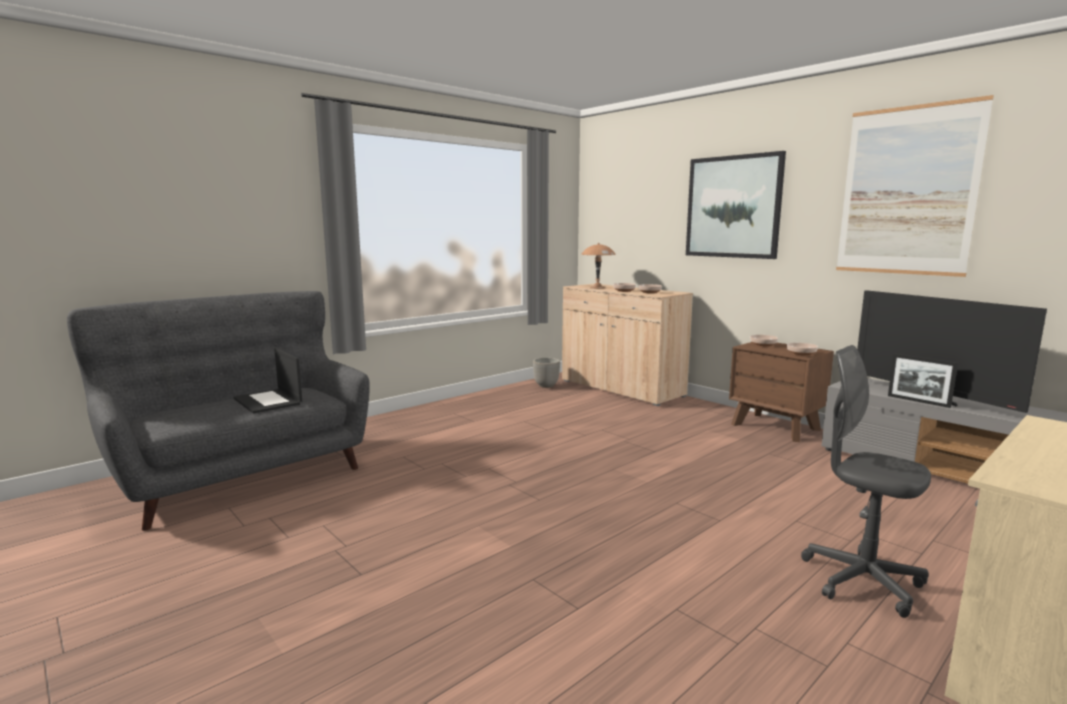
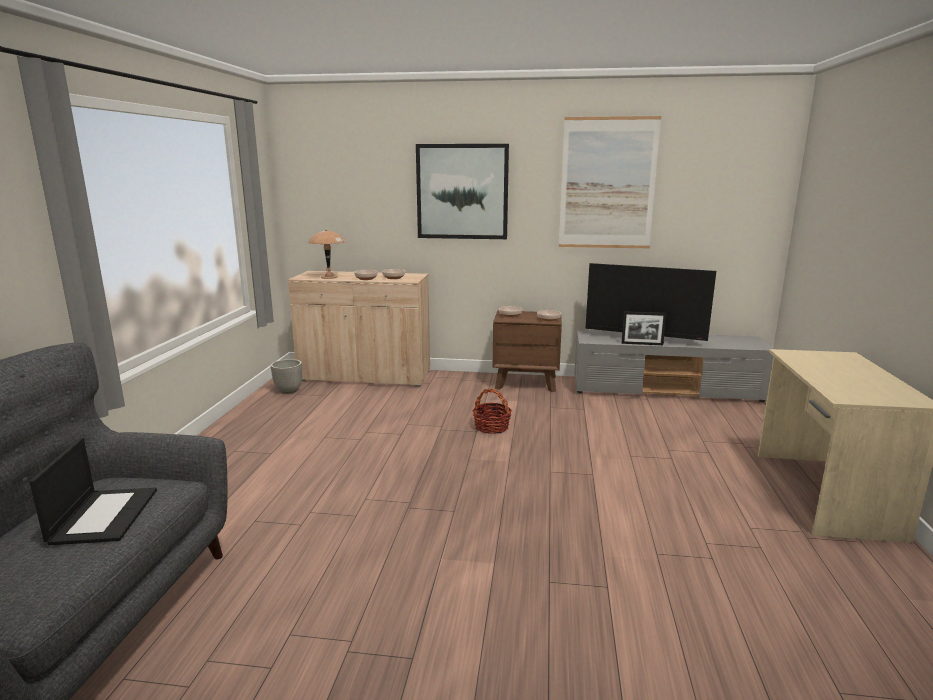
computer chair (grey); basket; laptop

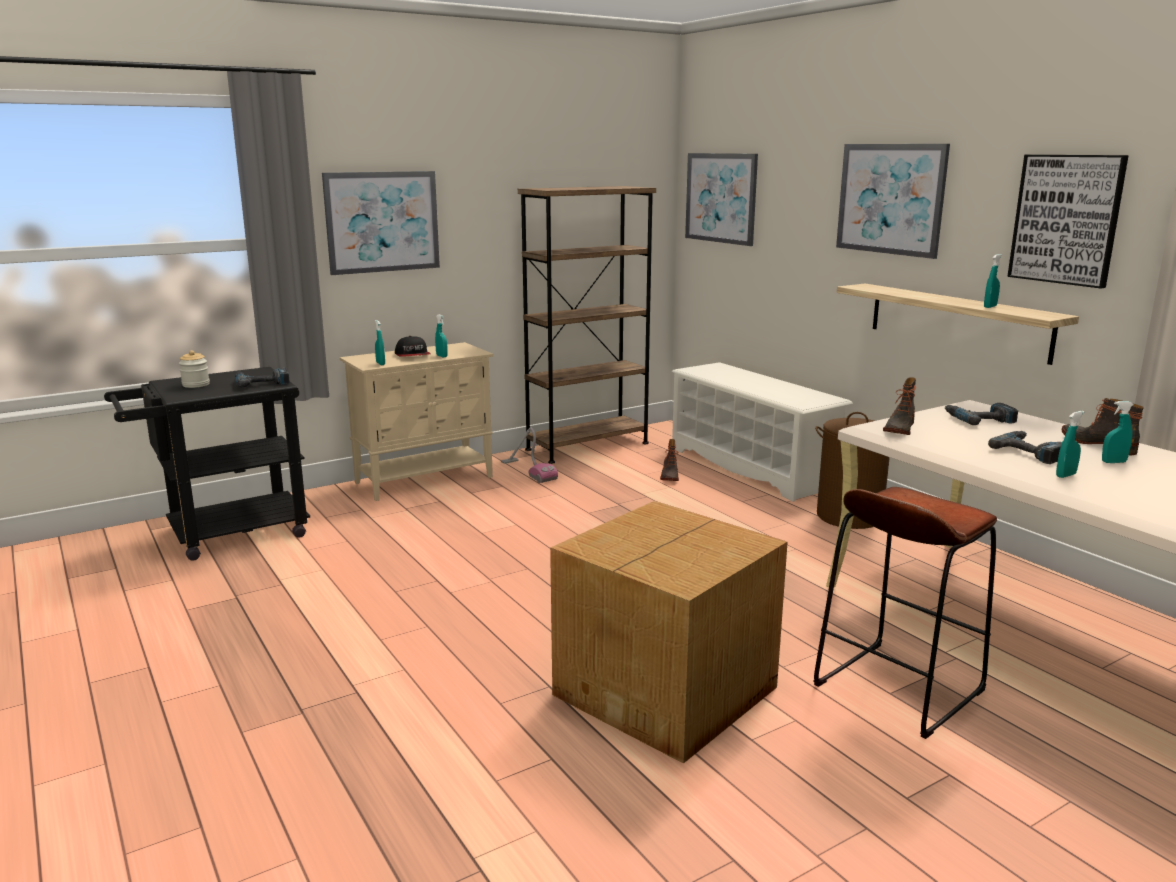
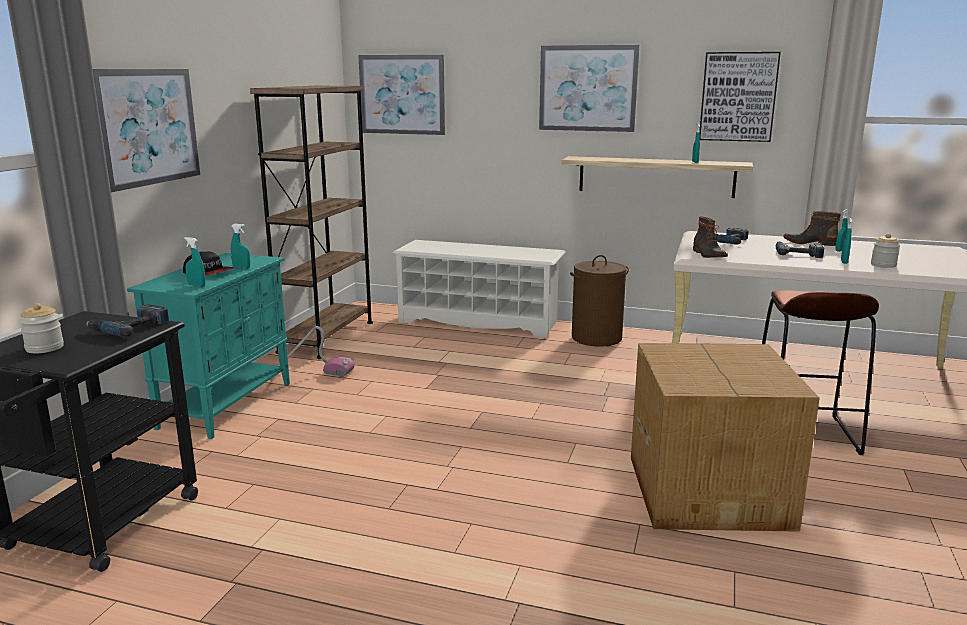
boot (1st from left in the first image); preserve jar (2nd from left); storage cabinet (turquoise-coloured)

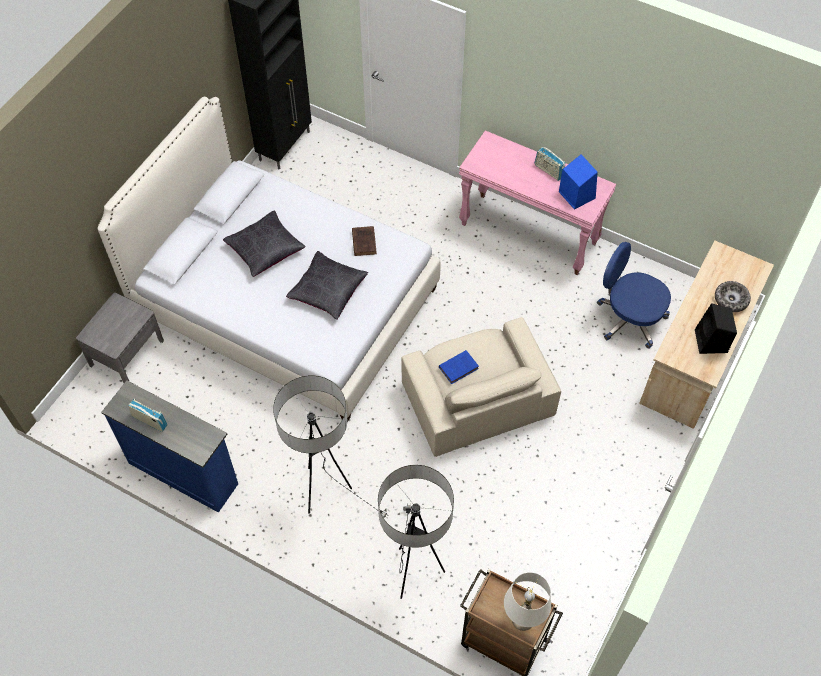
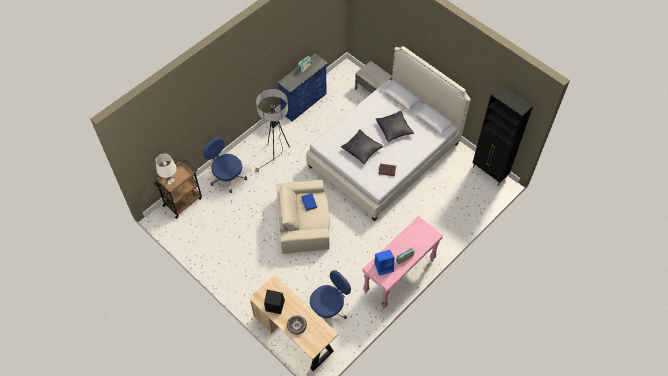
computer chair (bluish) (1st from left)

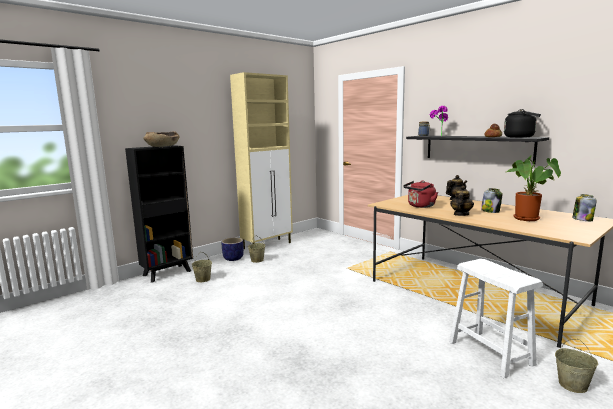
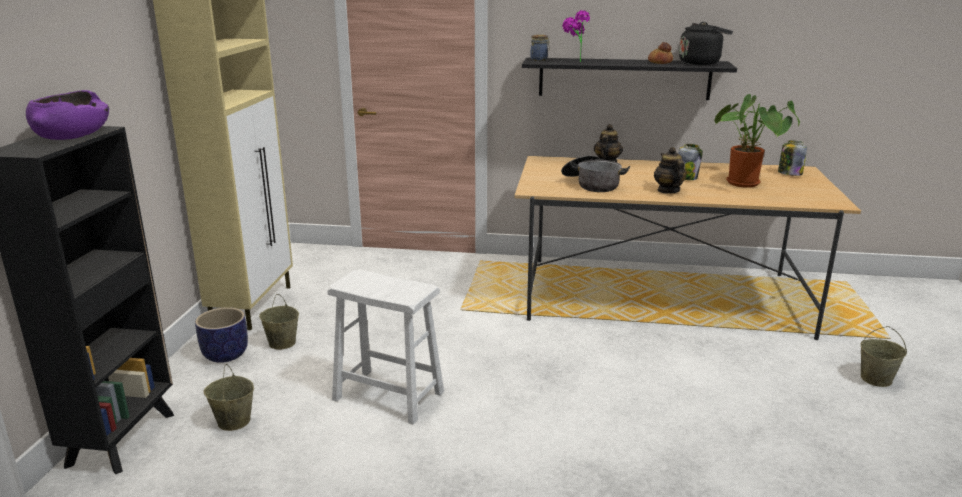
sitting stool (white-coloured); saucepot; serving bowl (purplish)

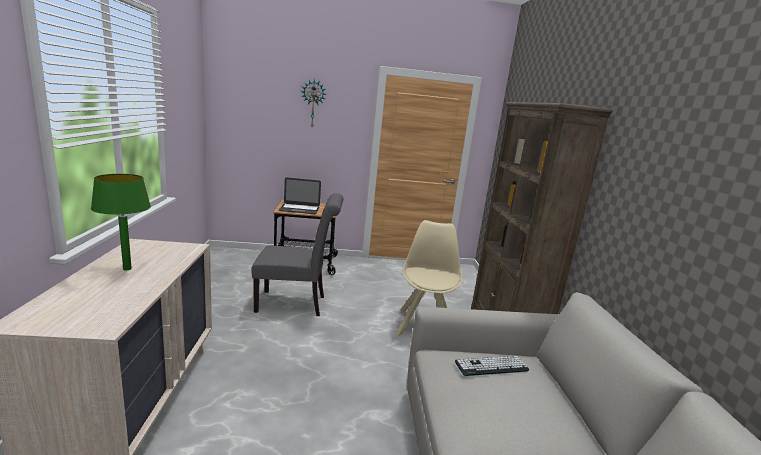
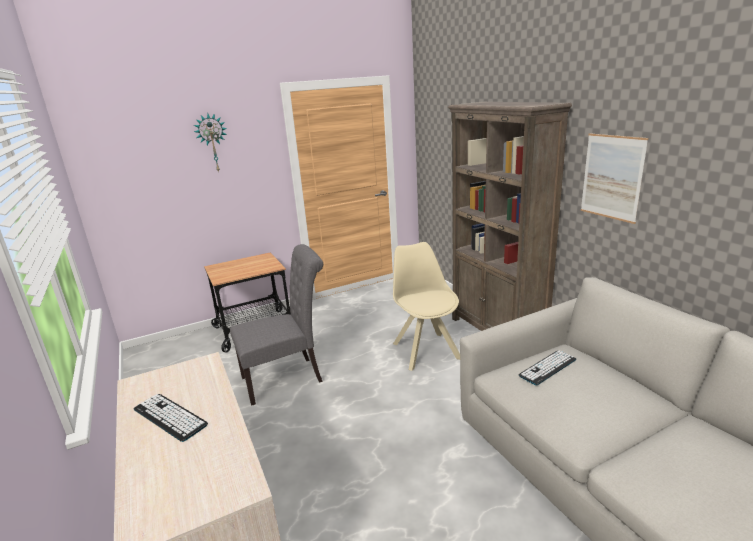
laptop; wall picture; computer keyboard (1st from left)

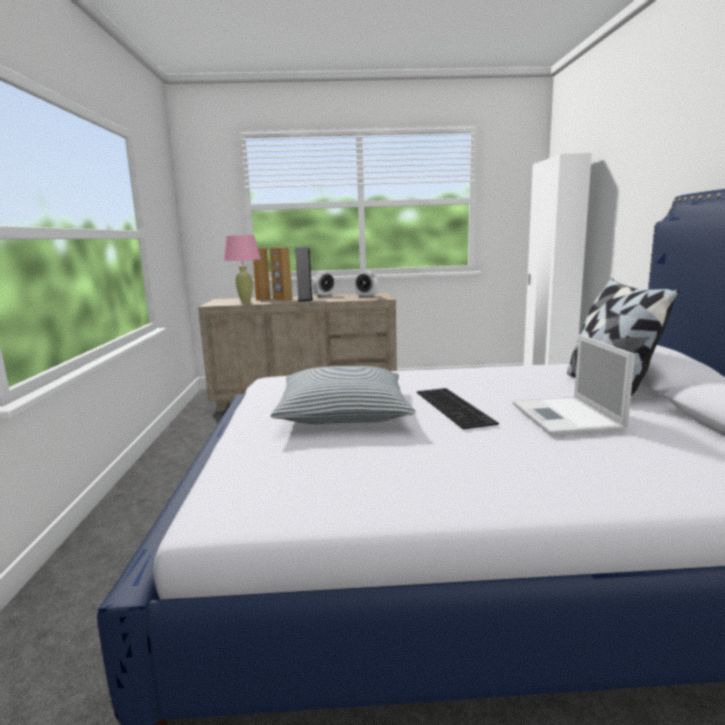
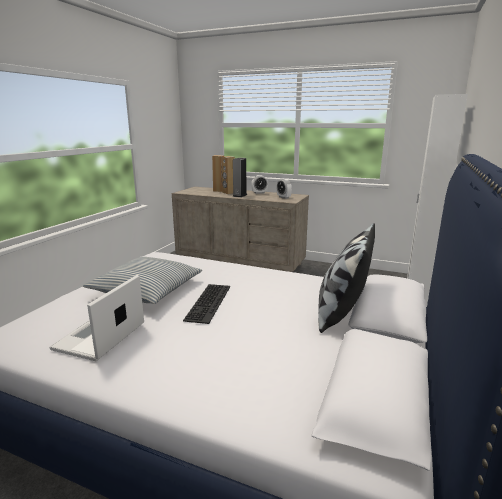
table lamp (pink-coloured); laptop

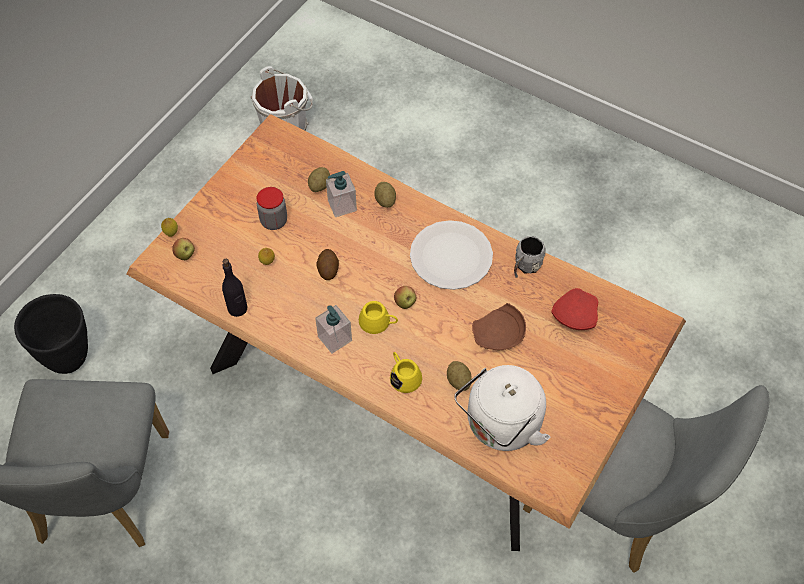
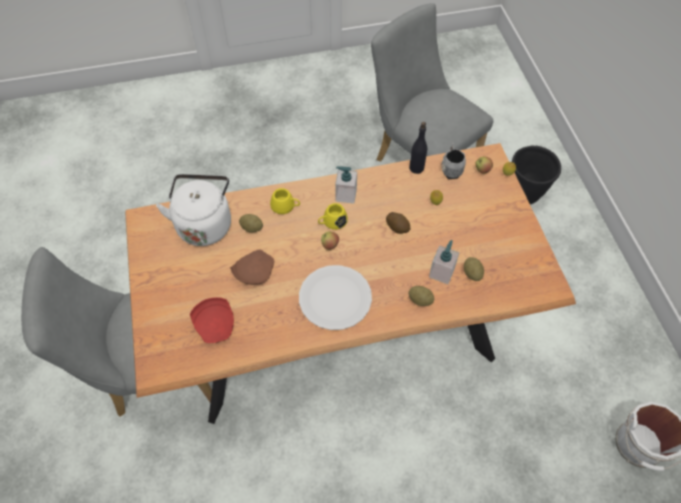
preserve jar; tea mug (grey)

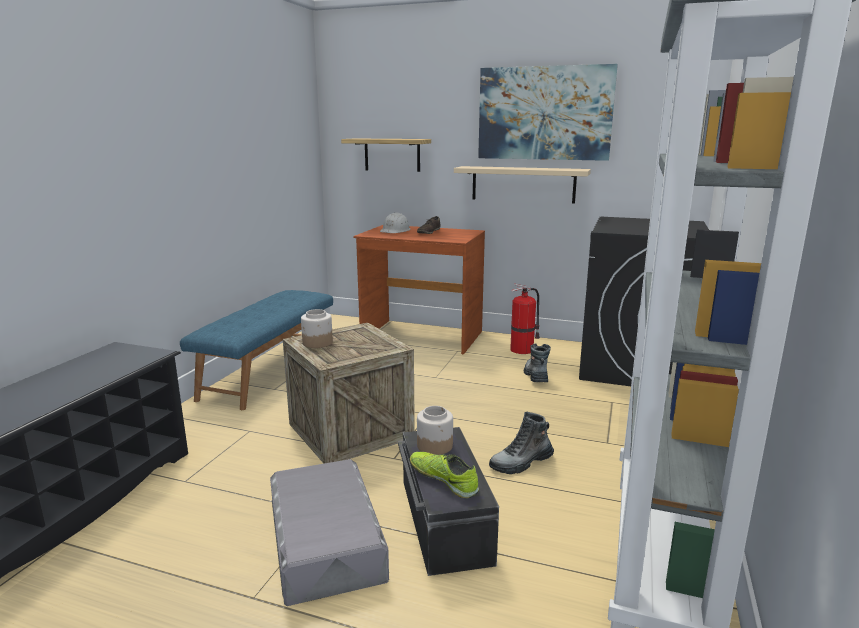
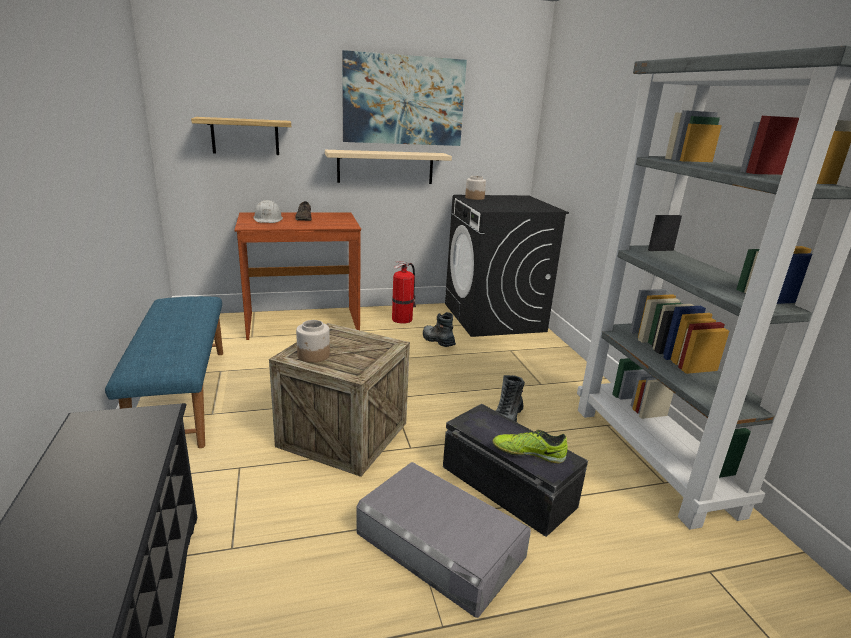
preserve jar (2nd from left)

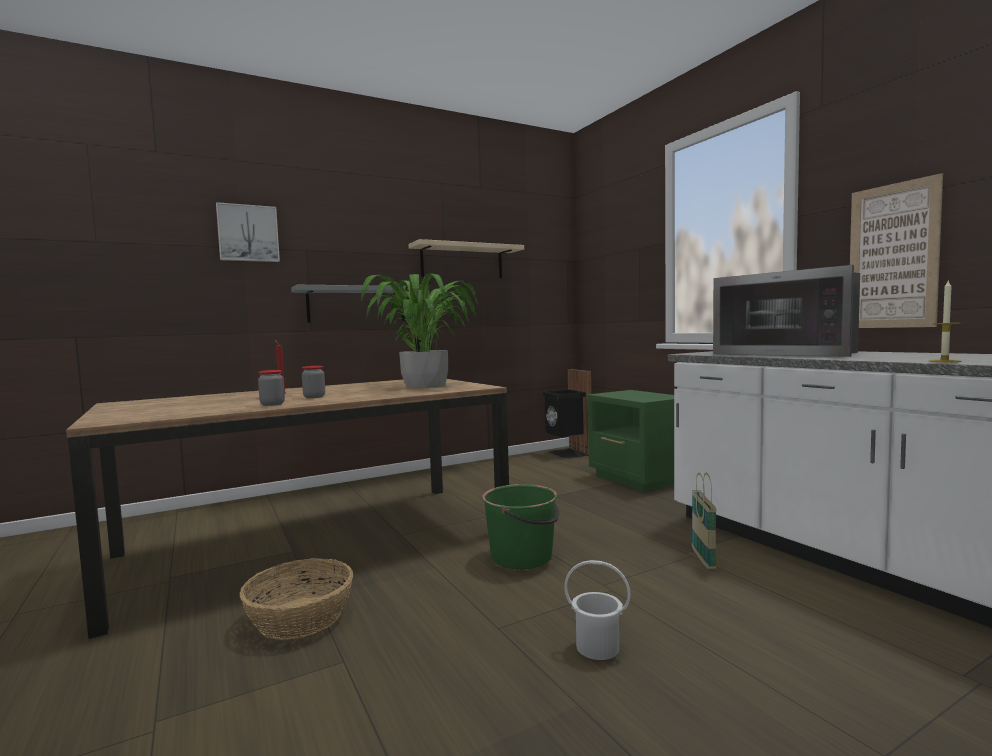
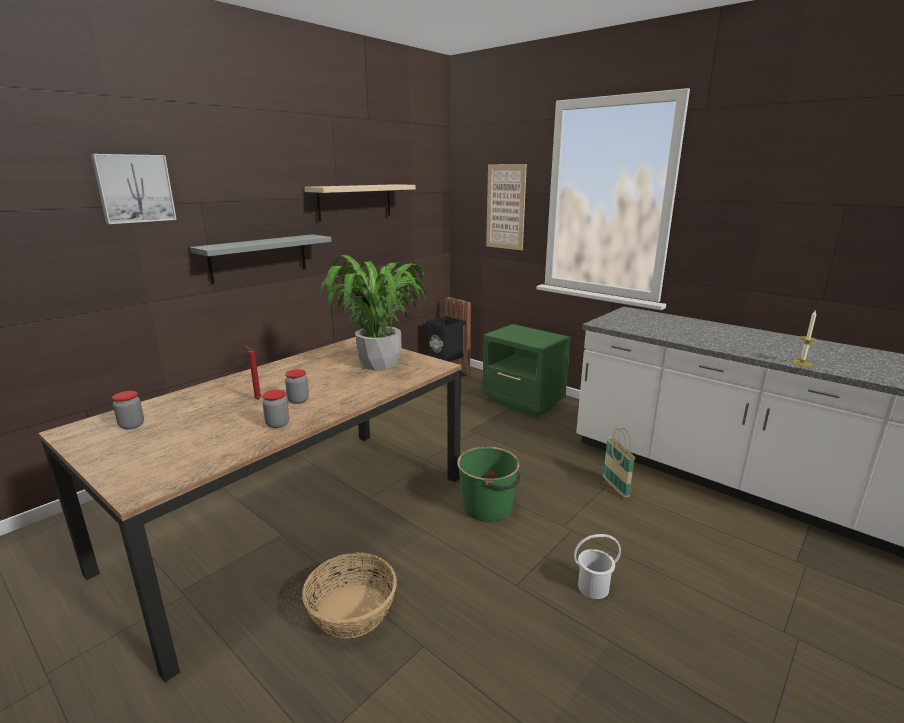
microwave; preserve jar (1st from left); wall picture (2nd from left)

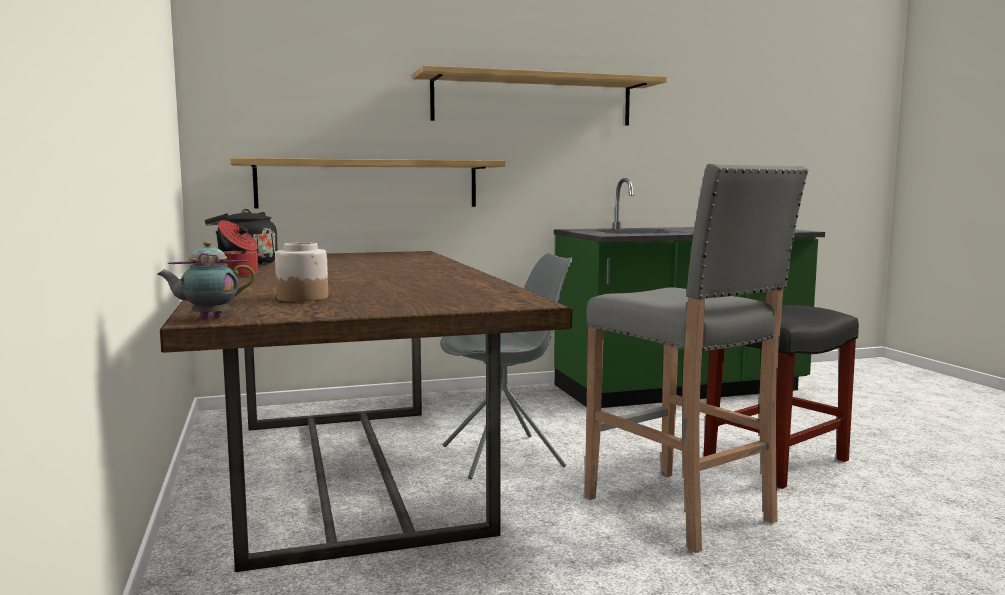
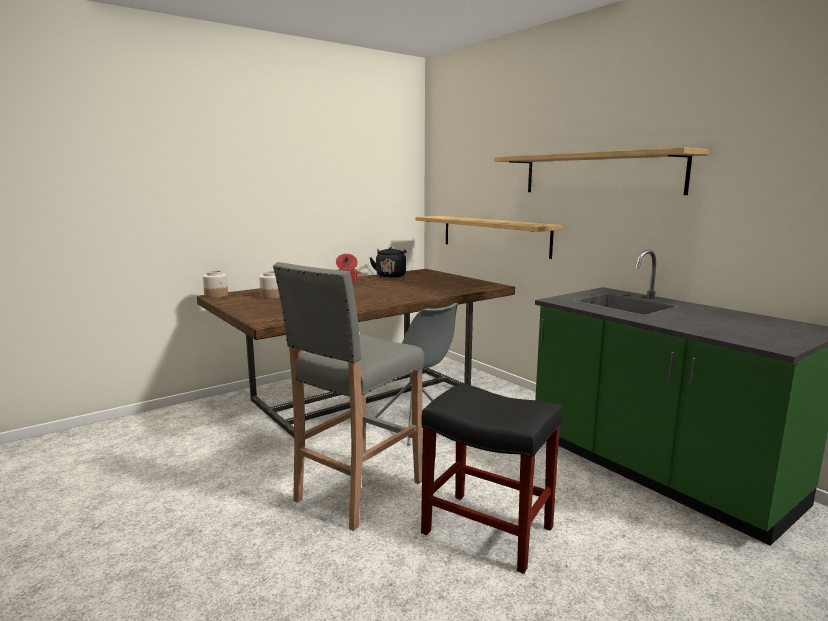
preserve jar (1st from left)

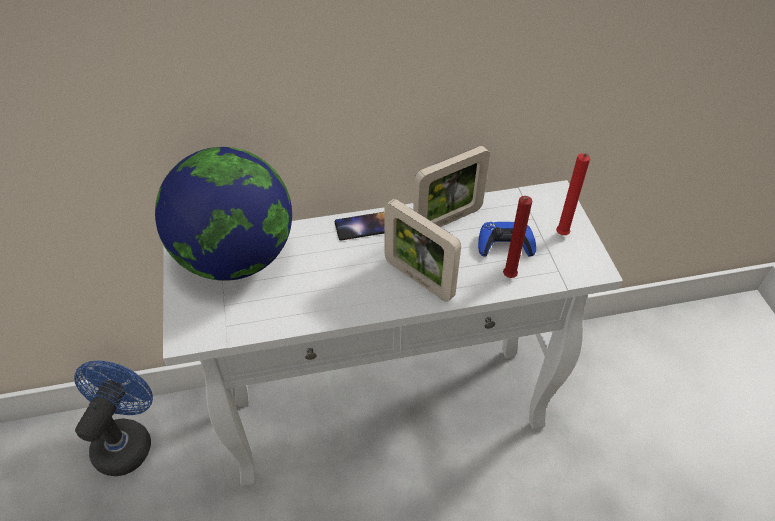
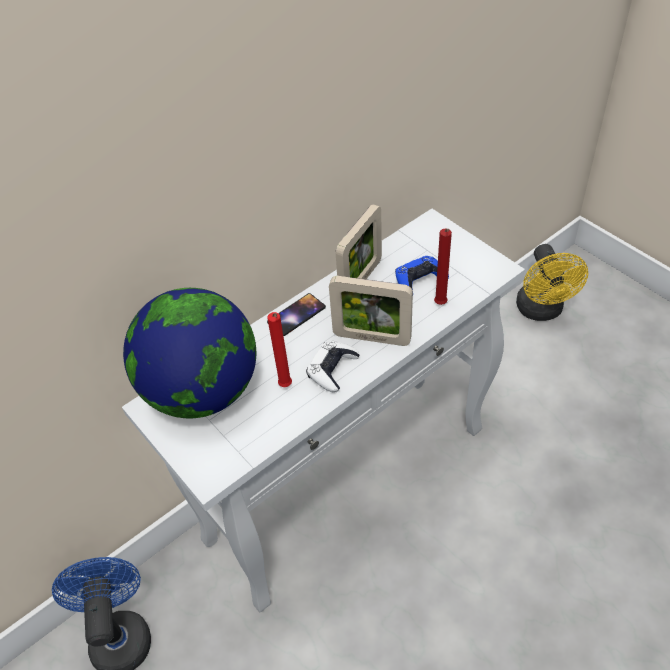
game controller (white-coloured); cooling fan (yellow); candle (red-coloured) (1st from left)

